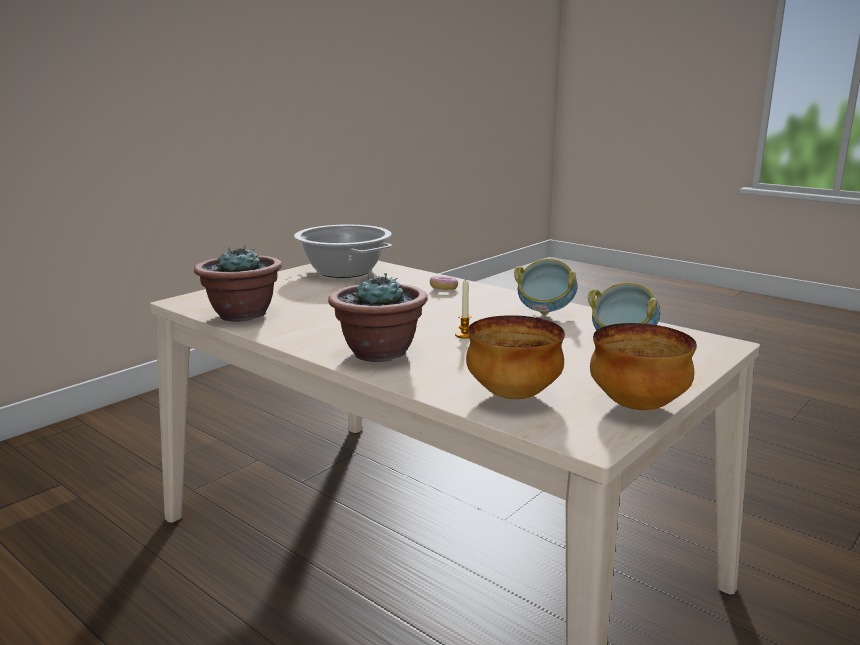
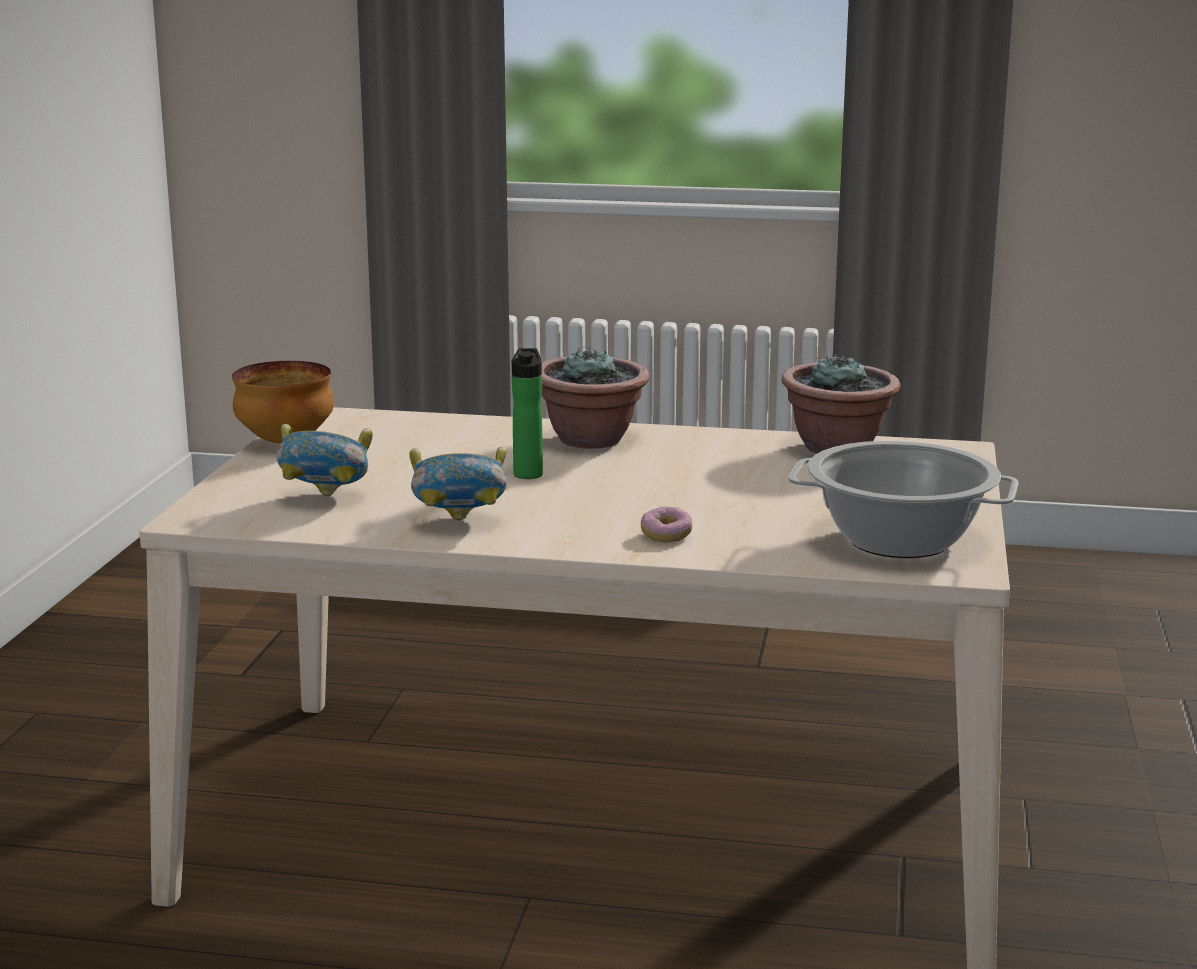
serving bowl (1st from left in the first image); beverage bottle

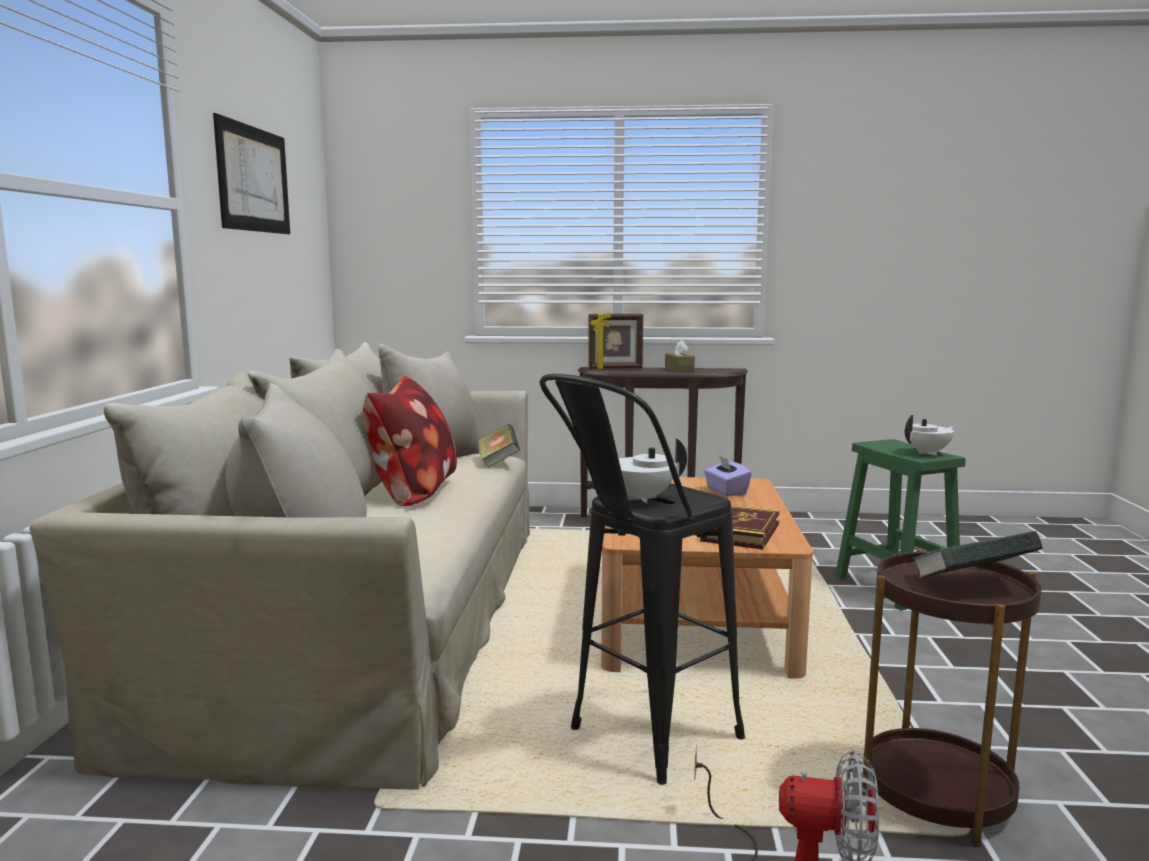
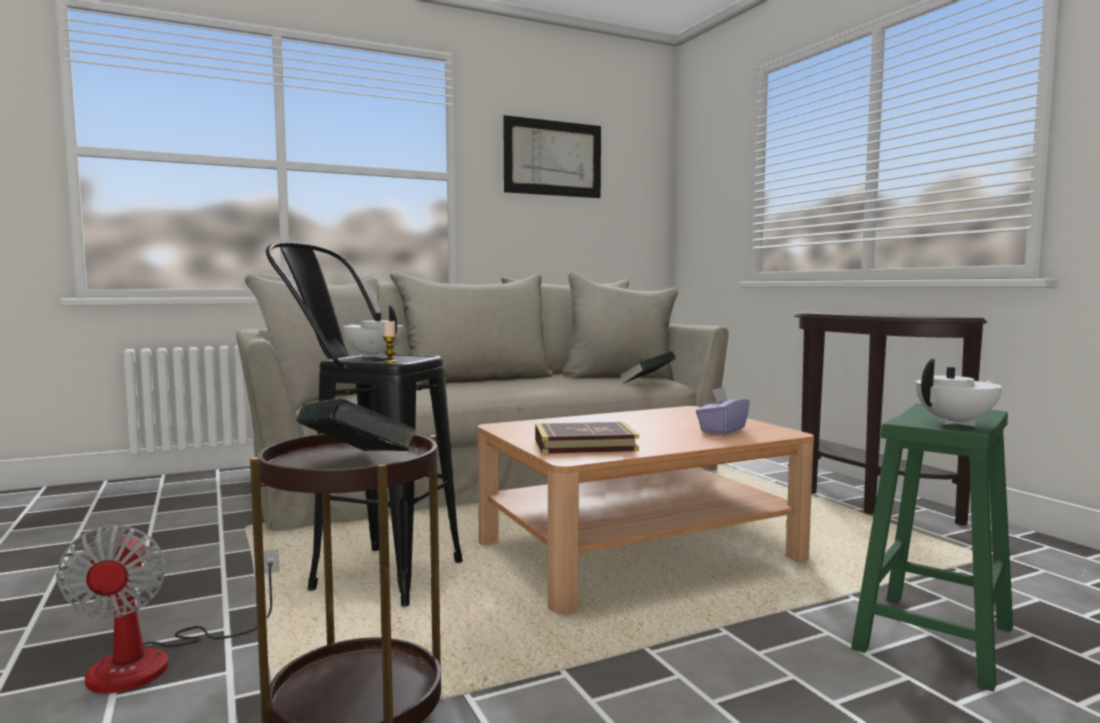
throw pillow; picture frame; box of tissues (brown); candle; teapot (white-coloured) (2nd from left)

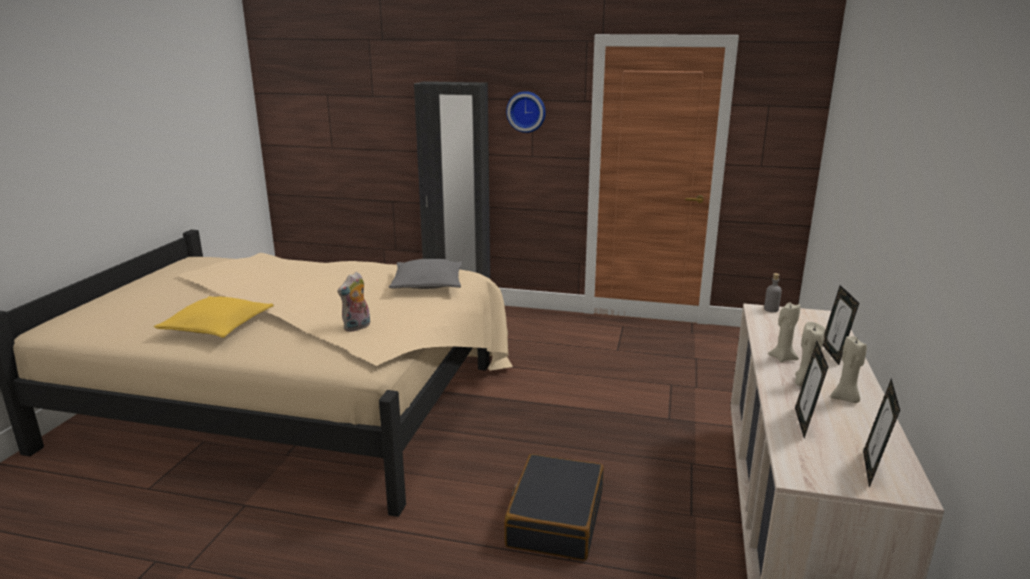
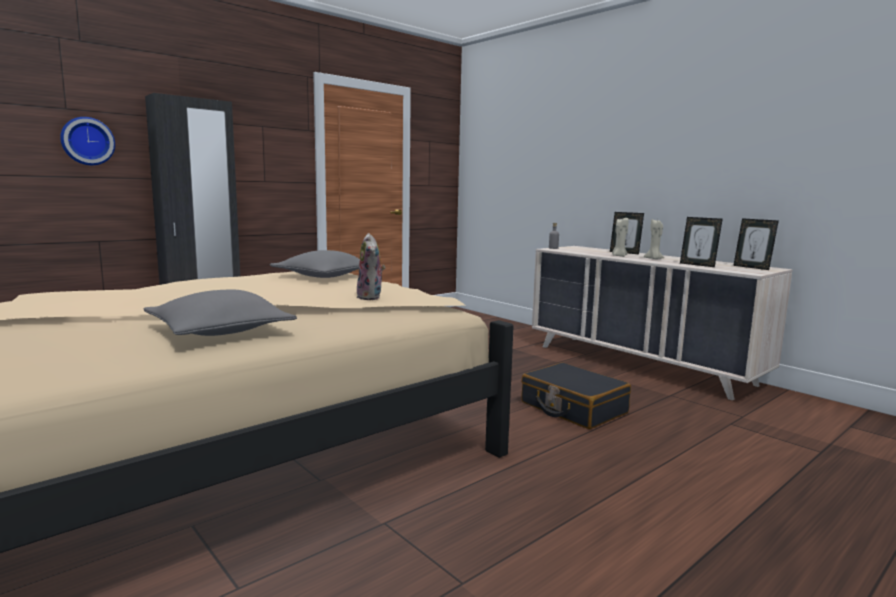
candle (sand-coloured) (3rd from left in the first image); clock on the wall; throw pillow (grey) (1st from left)

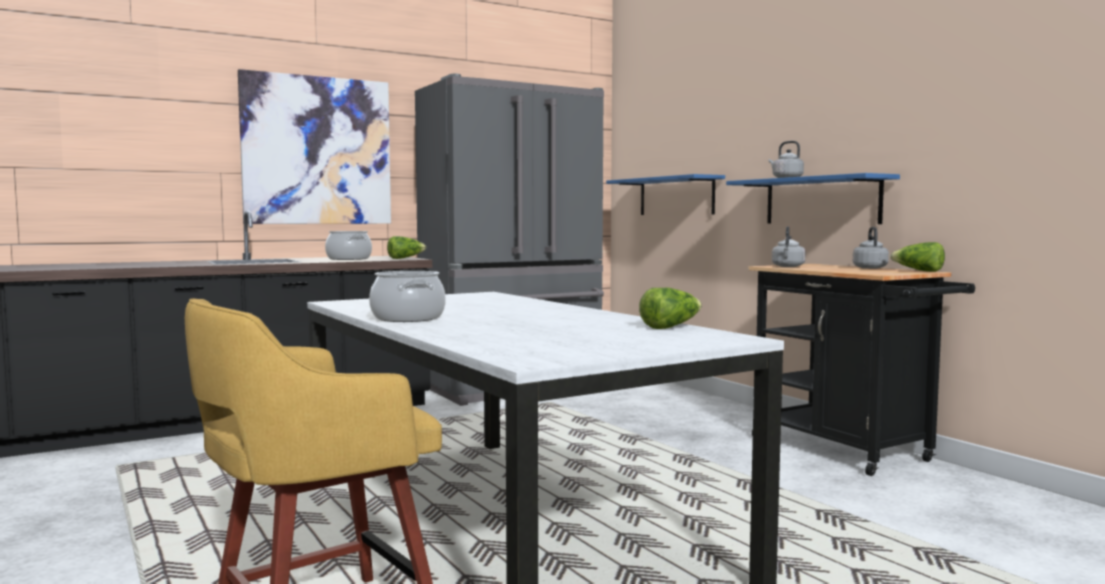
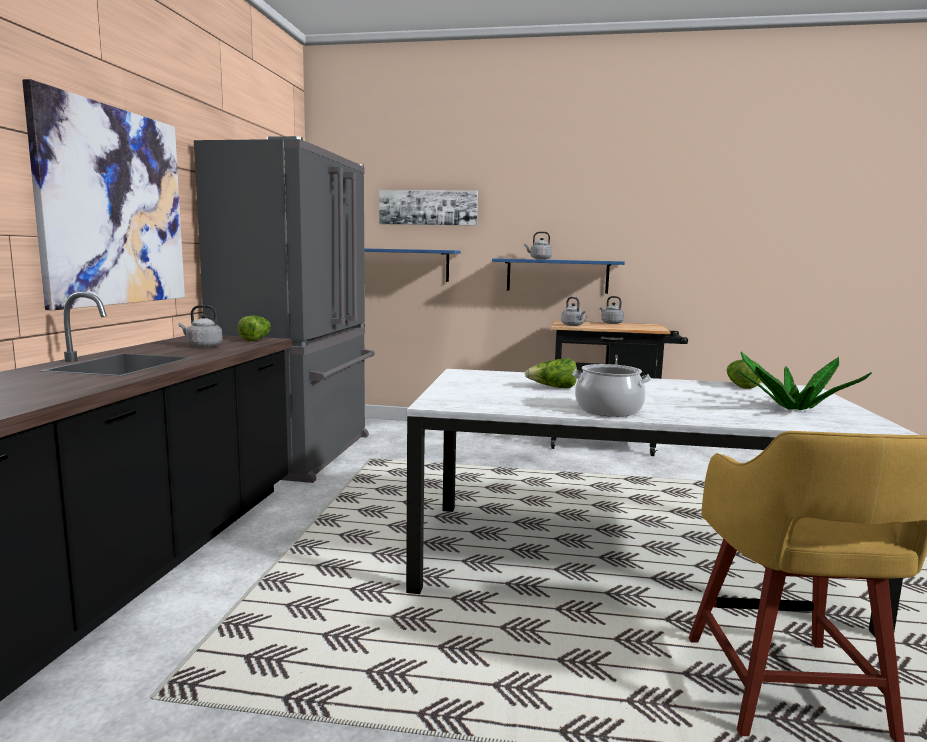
wall picture (2nd from left); houseplant; head of lettuce (2nd from left); water kettle (grey) (1st from left)

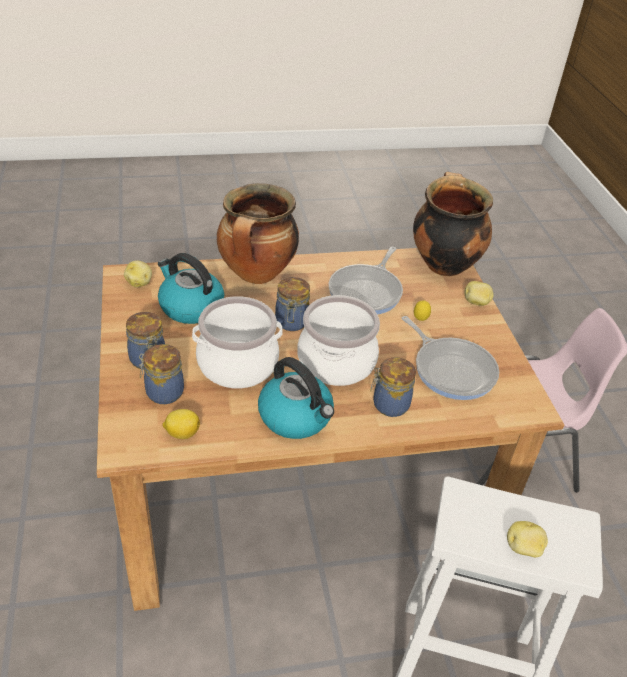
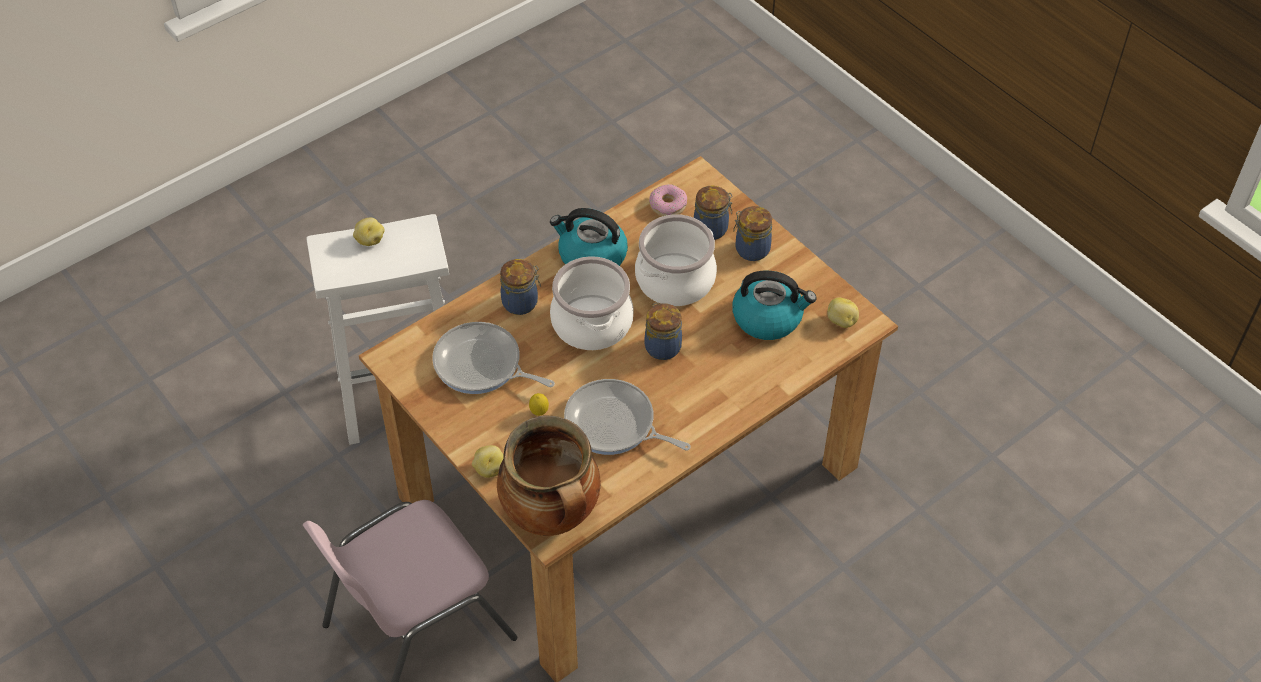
saucepot (2nd from left in the first image); donut; frying pan (2nd from left)

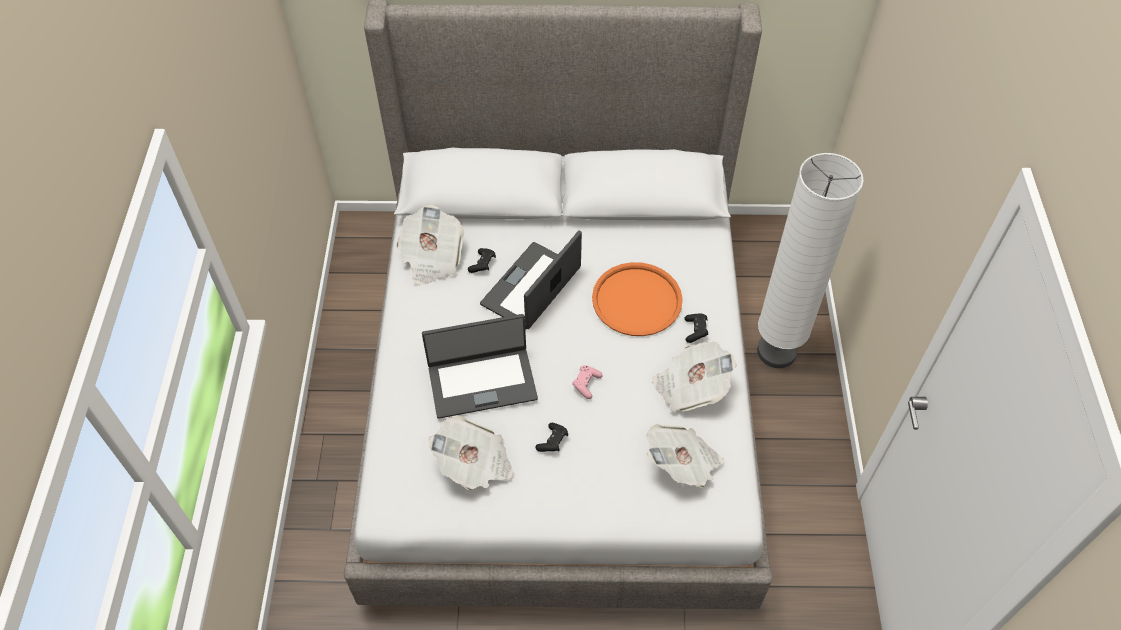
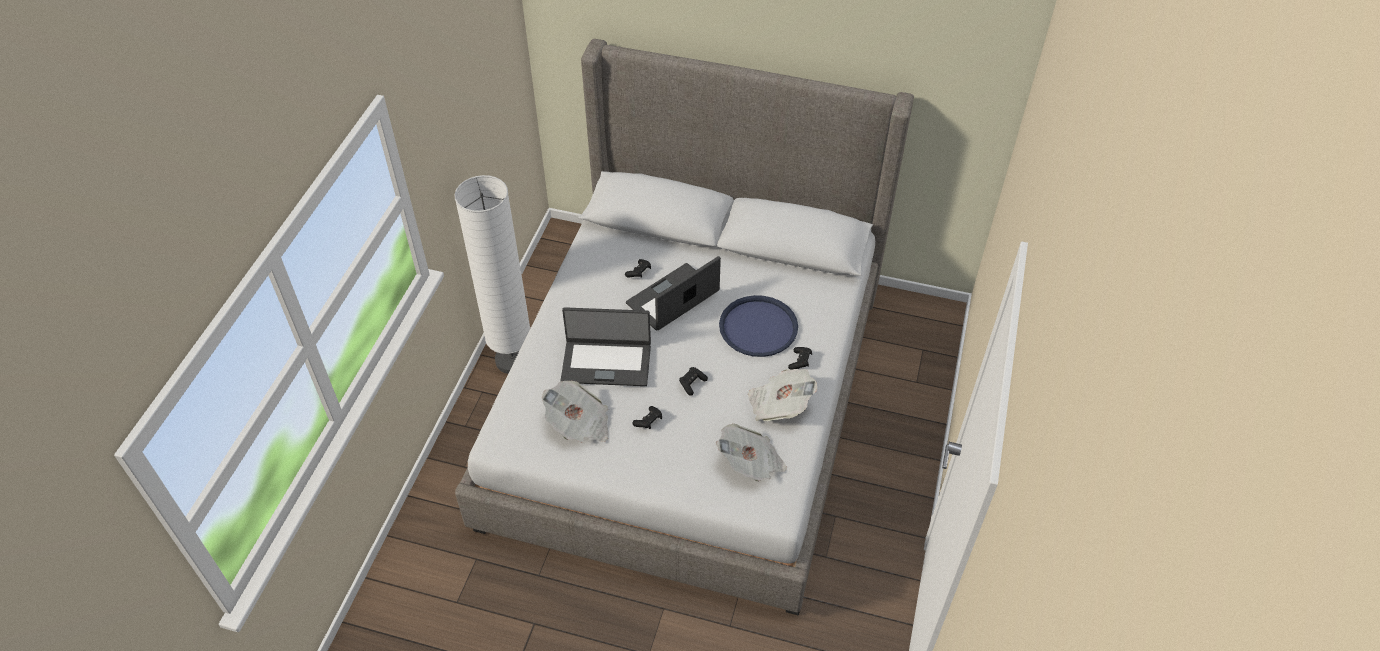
daily paper (1st from left in the first image); standing lamp (white-coloured); game controller (blackish) (3rd from left); serving tray (bluish)

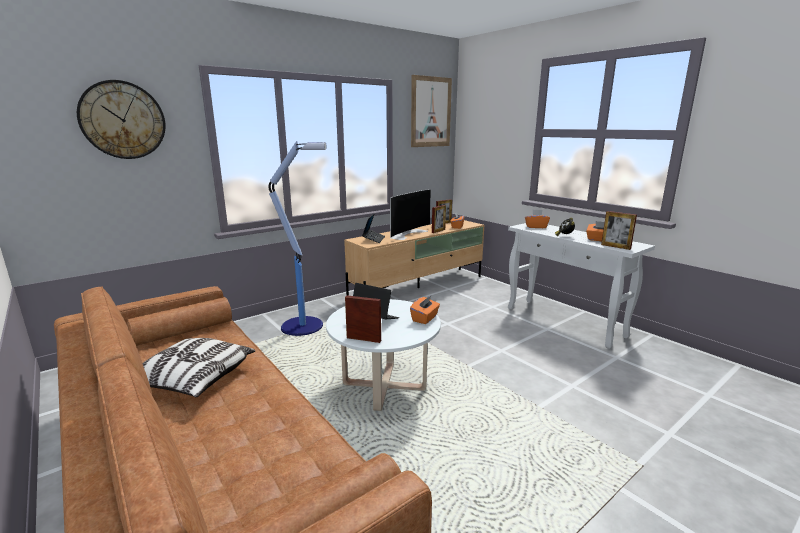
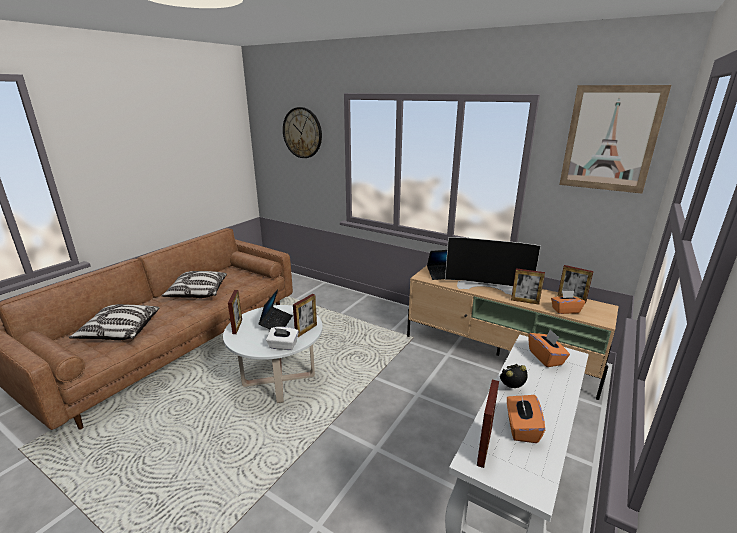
standing lamp; throw pillow (1st from left); picture frame (2nd from left); box of tissues (white-coloured)

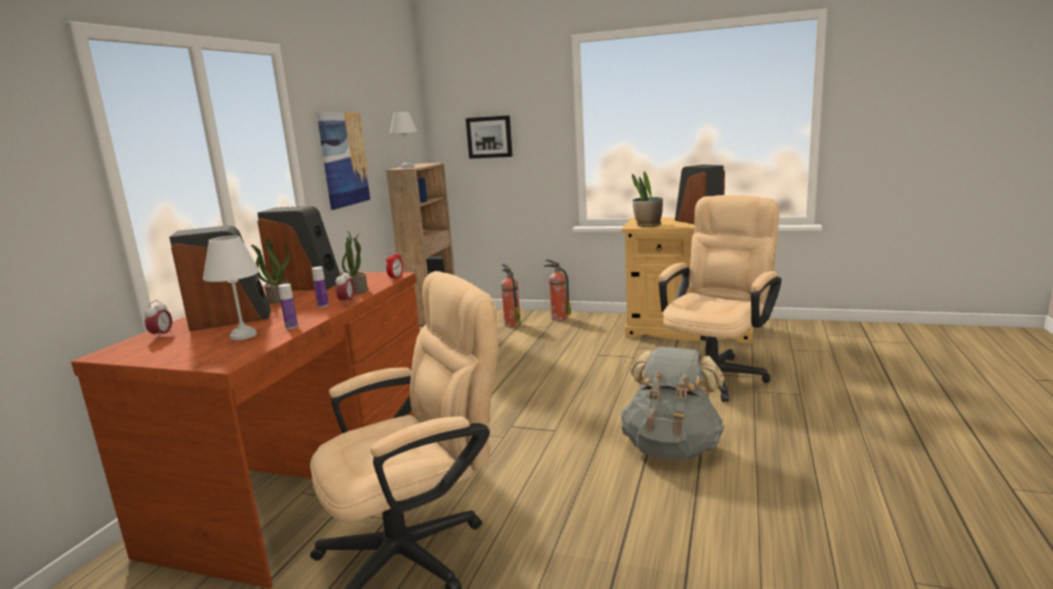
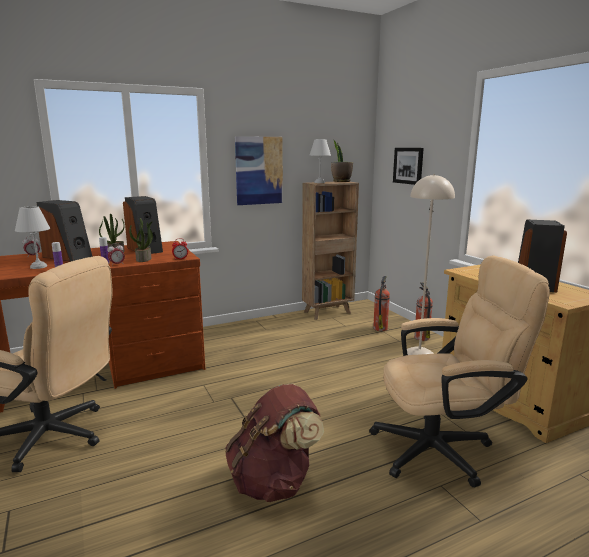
standing lamp (sand-coloured); houseplant (3rd from left); knapsack (brown)

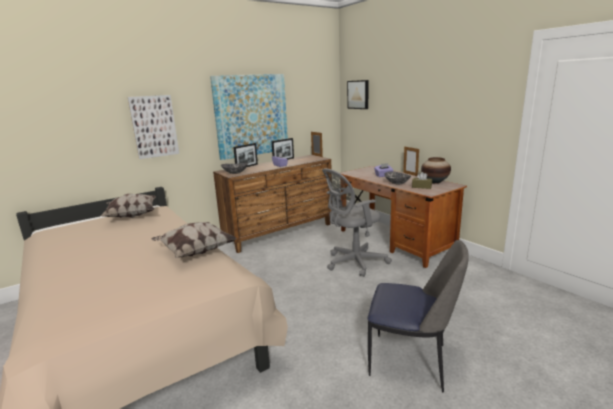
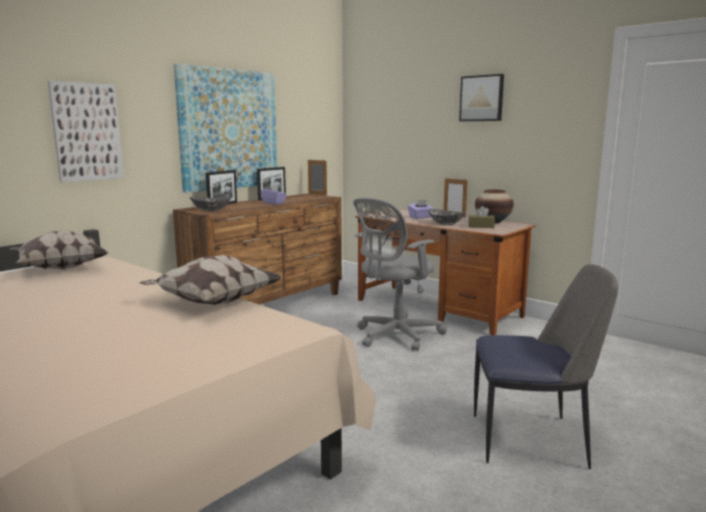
wall picture (3rd from left)

